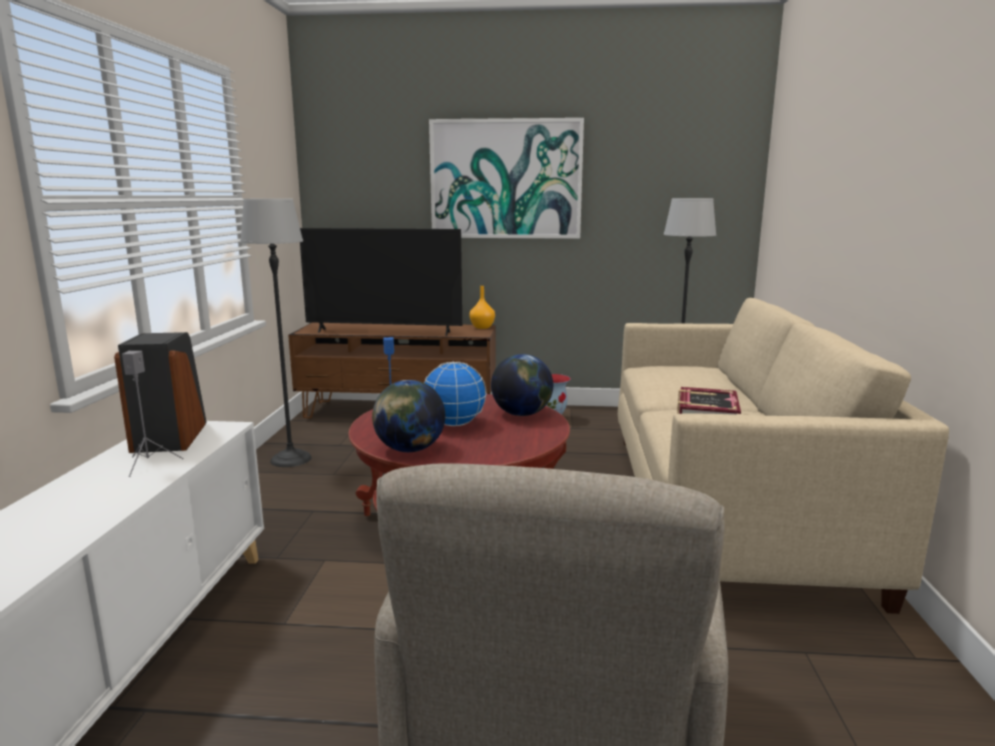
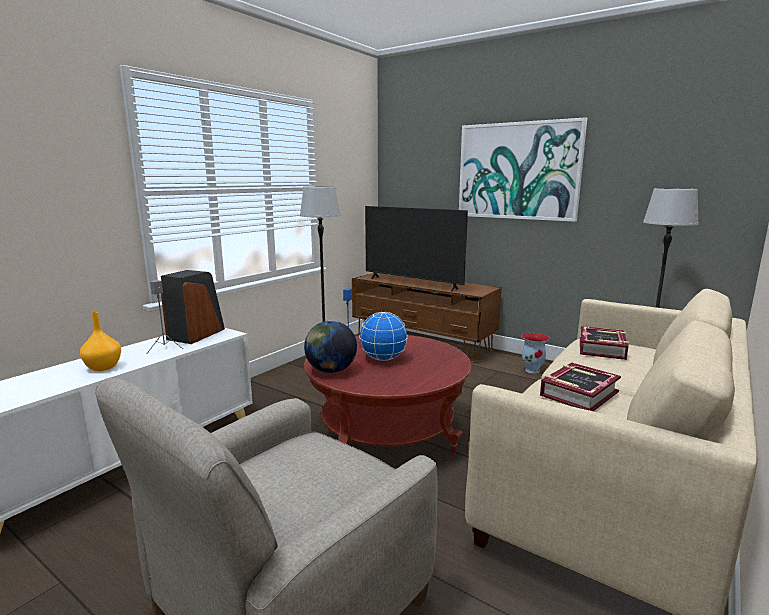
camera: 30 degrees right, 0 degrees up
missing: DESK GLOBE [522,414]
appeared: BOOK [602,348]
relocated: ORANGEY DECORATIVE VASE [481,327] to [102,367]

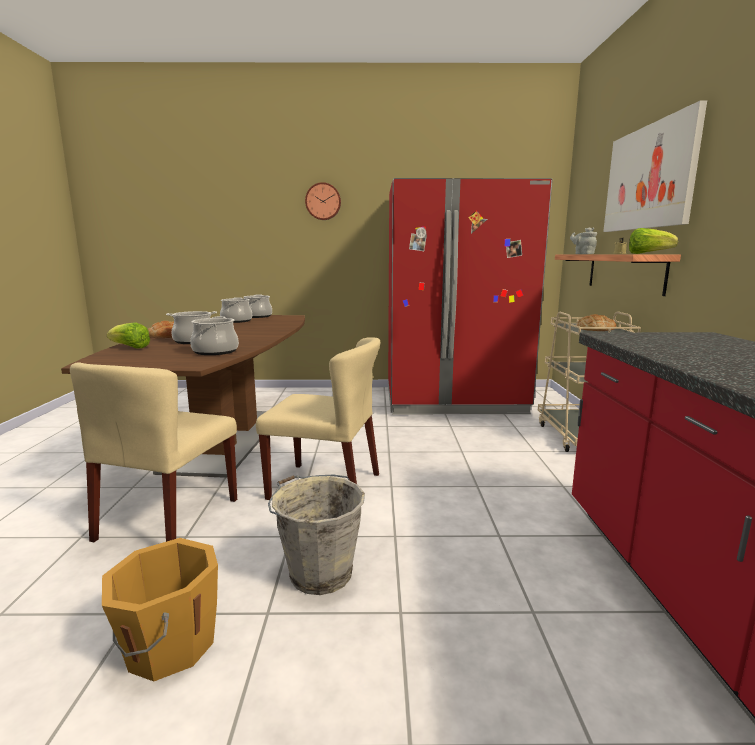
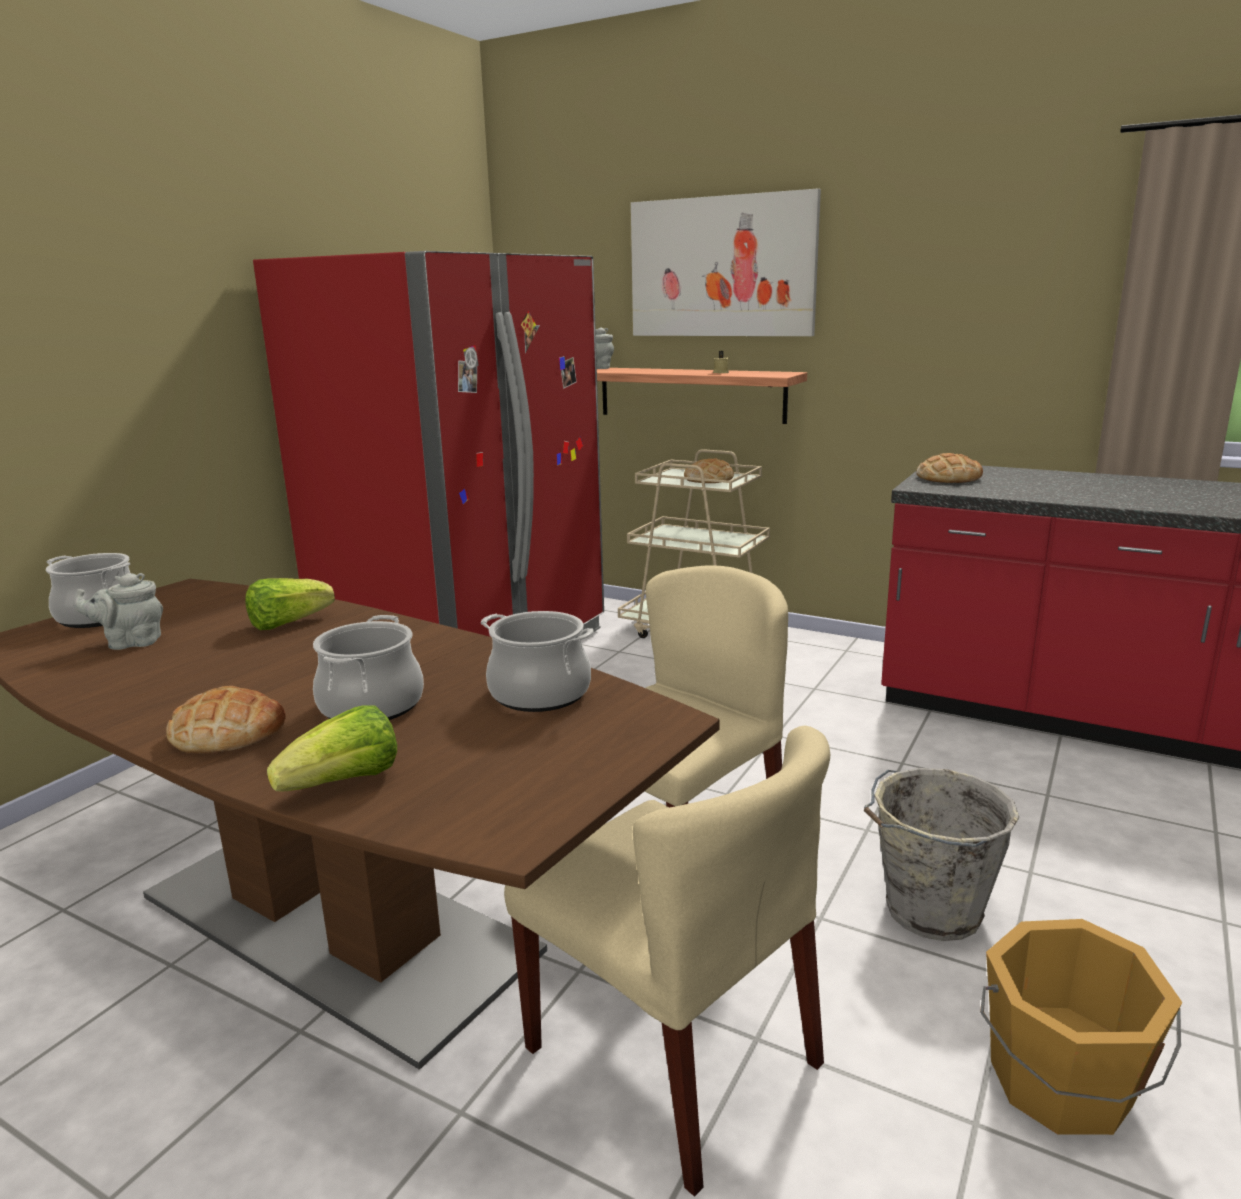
camera: 60 degrees left, 5 degrees up
missing: HANGING CLOCK [323,201]
appeared: BAKED BREAD [948,478]
relocated: LETTUCE [648,254] to [288,624]
exchanged: COOKING POT [236,321] to GREY TEAPOT [130,643]

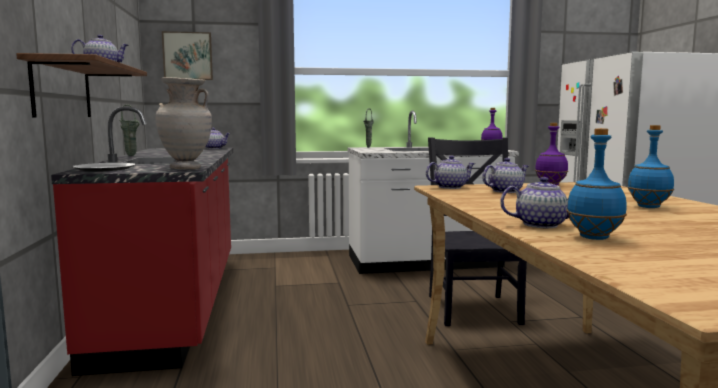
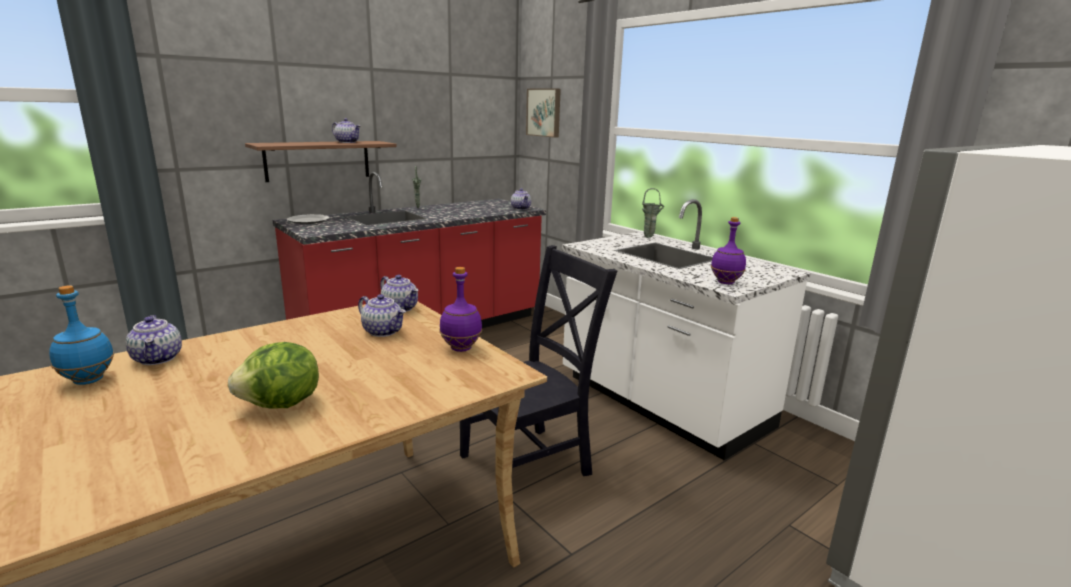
camera: 60 degrees right, 10 degrees up
missing: BEIGE-COLOURED DECORATIVE VASE [186,168]
exchanged: BLUISH DRINK BOTTLE [648,207] to LETTUCE [281,405]

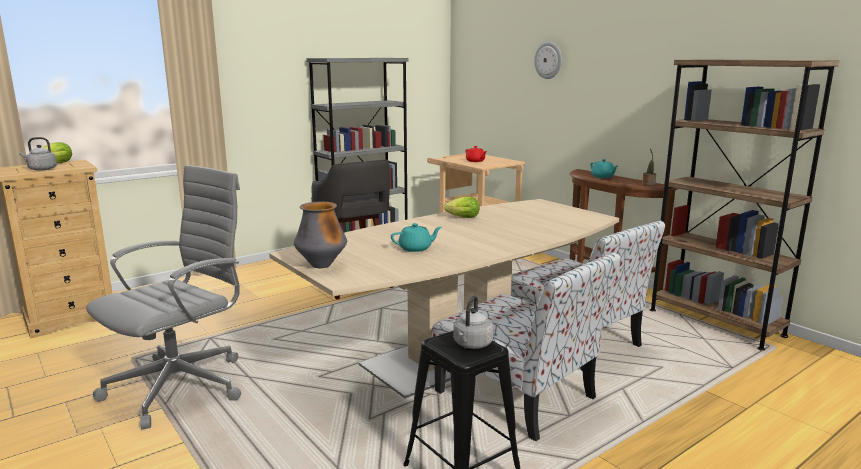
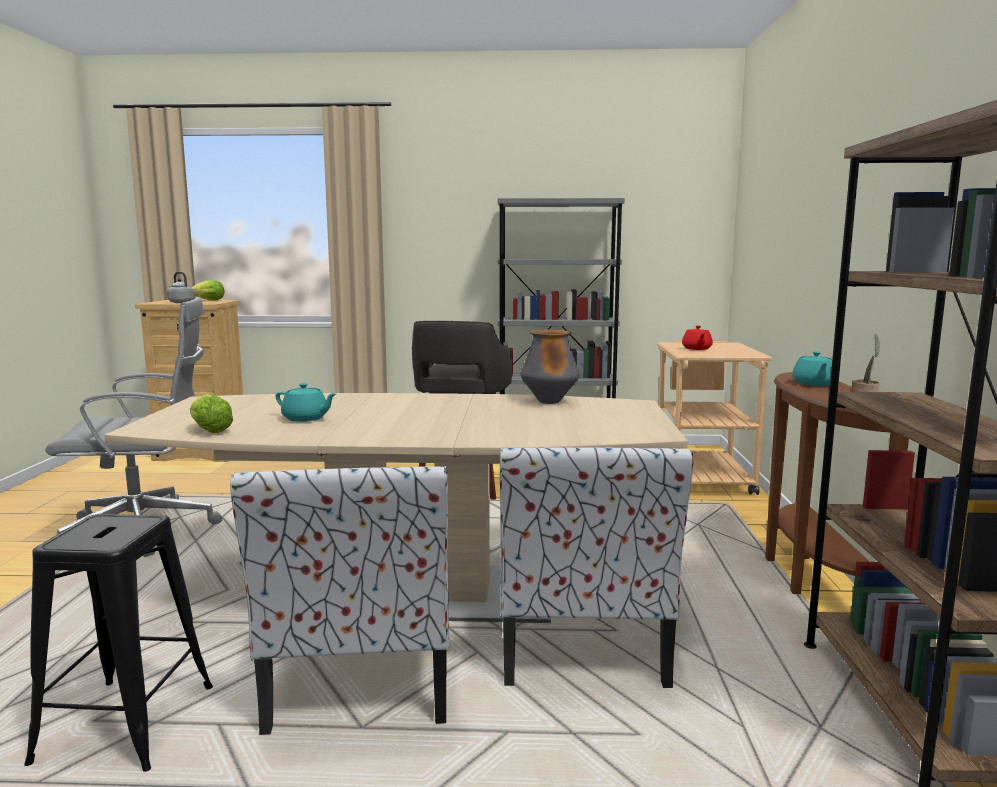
camera: 40 degrees right, 5 degrees down
missing: GREY TEA KETTLE [472,345]; HANGING CLOCK [548,60]
relocated: LETTUCE [461,218] to [209,430]; DECORATIVE VASE [321,265] to [549,402]

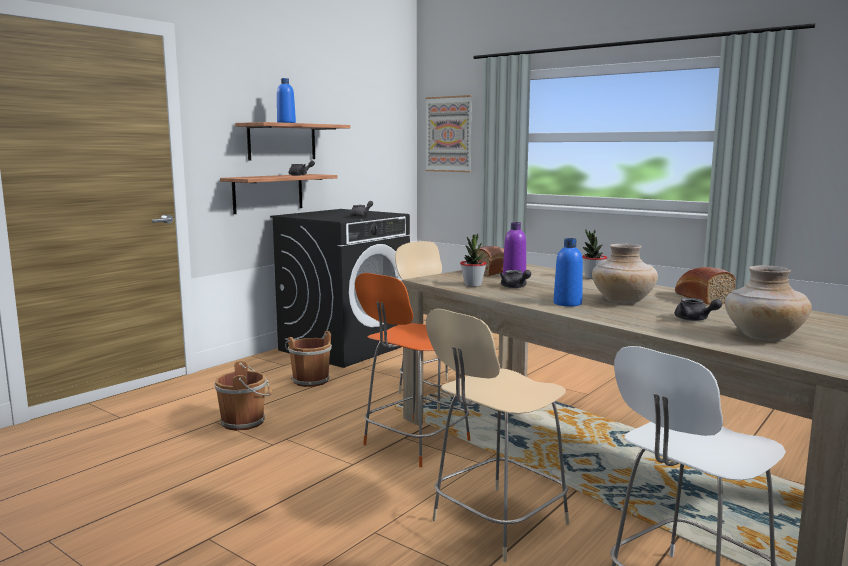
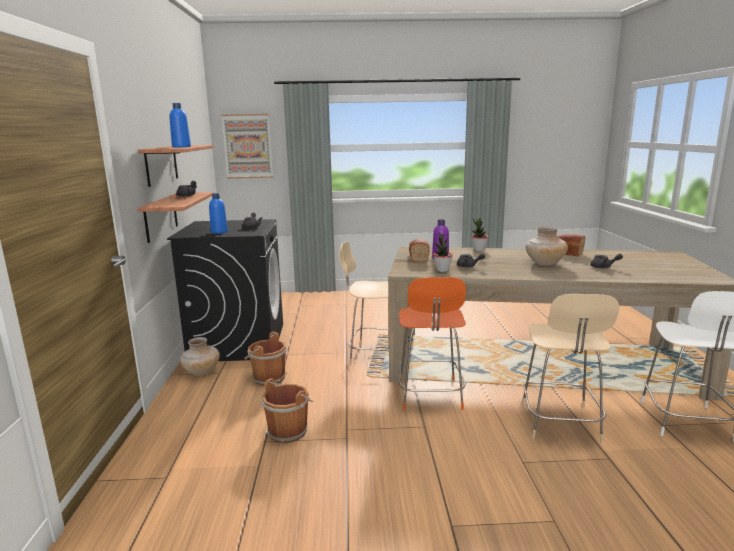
camera: 40 degrees left, 5 degrees up
relocated: BEIGE-COLOURED DECORATIVE VASE [763,337] to [201,372]; BLUISH DRINK BOTTLE [567,303] to [219,232]

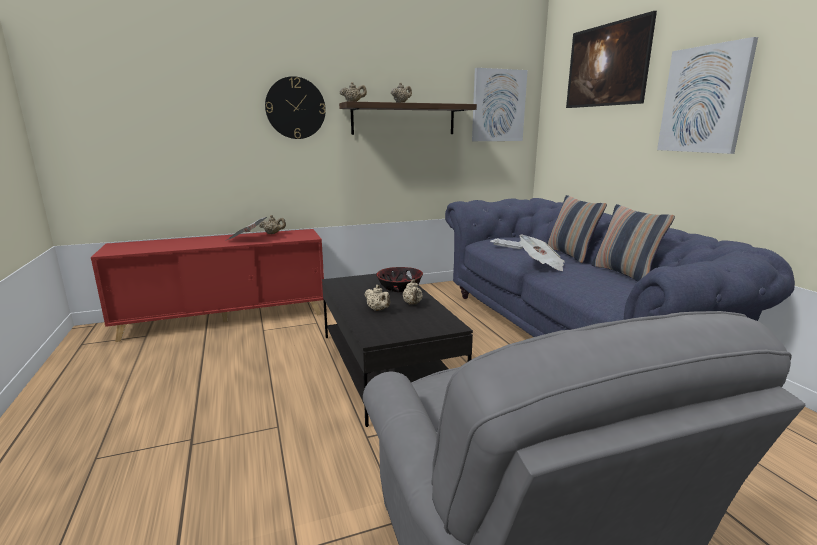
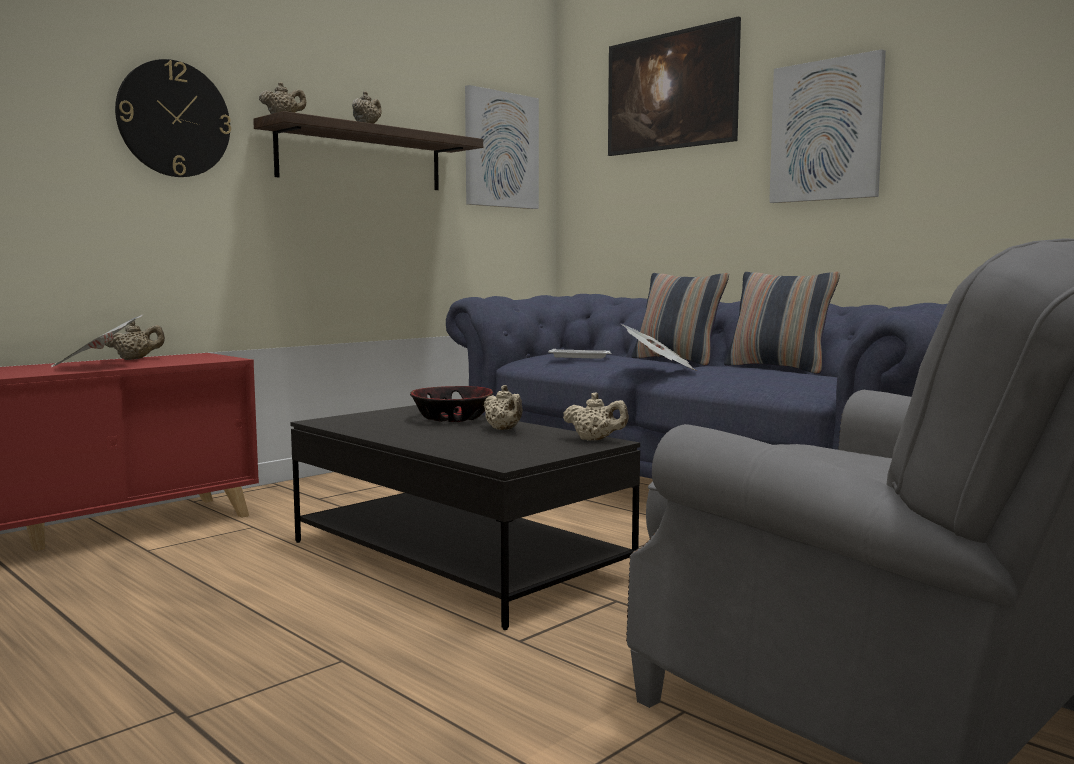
camera: 25 degrees left, 10 degrees down
relocated: BEIGE-COLOURED TEAPOT [378,310] to [595,440]

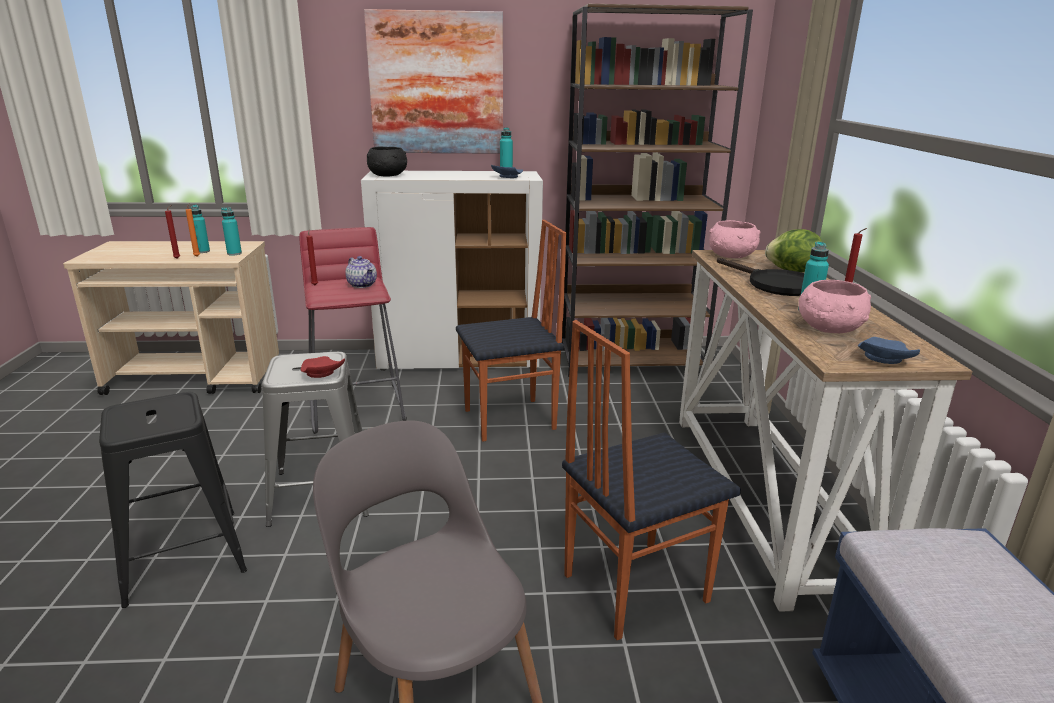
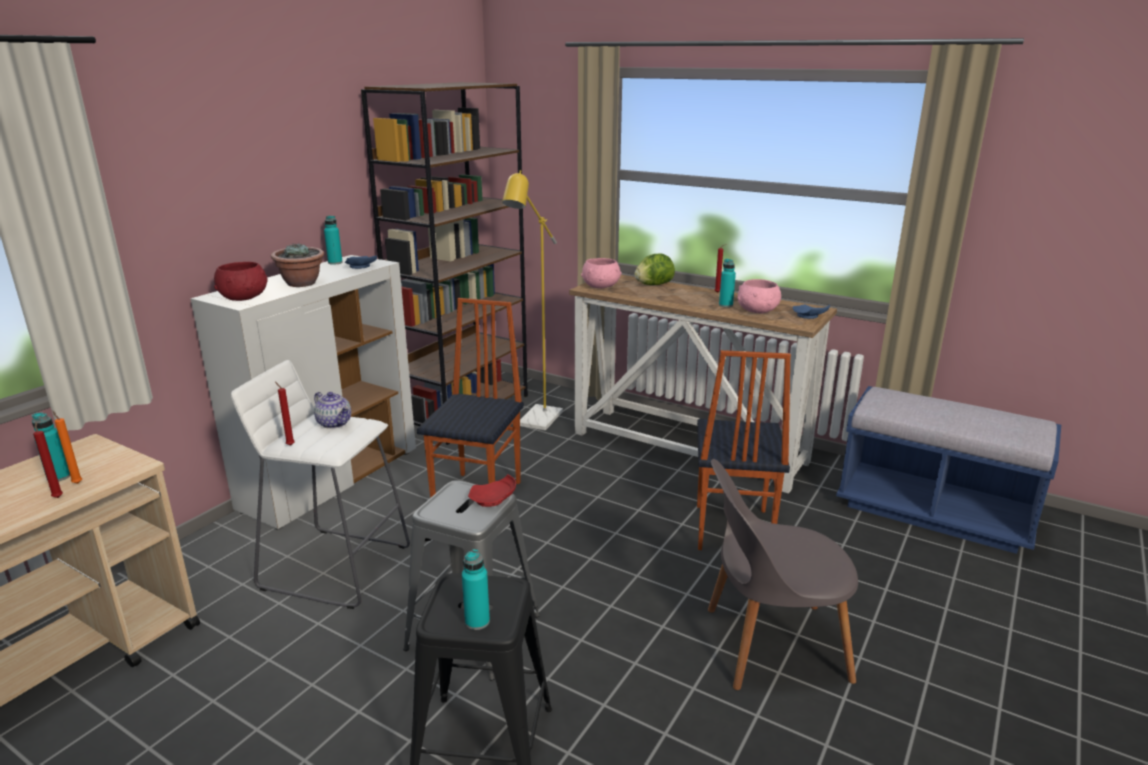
camera: 55 degrees left, 0 degrees up
missing: PICTURE [436,84]; BLACKISH FRYING PAN [774,284]
appeared: POTTED PLANT [302,283]; YELLOWISH STANDING LAMP [537,422]
relocated: TURQUOISE DRINK BOTTLE [234,253] to [477,621]
colour: BLACKISH SERVING BOWL [388,175] to REDDISH SERVING BOWL [244,297]; REDDISH STOOL SEAT [357,406] to WHITE-COLOURED STOOL SEAT [335,566]
spun: TEAPOT [362,285] = [335,423] 45 degrees clockwise

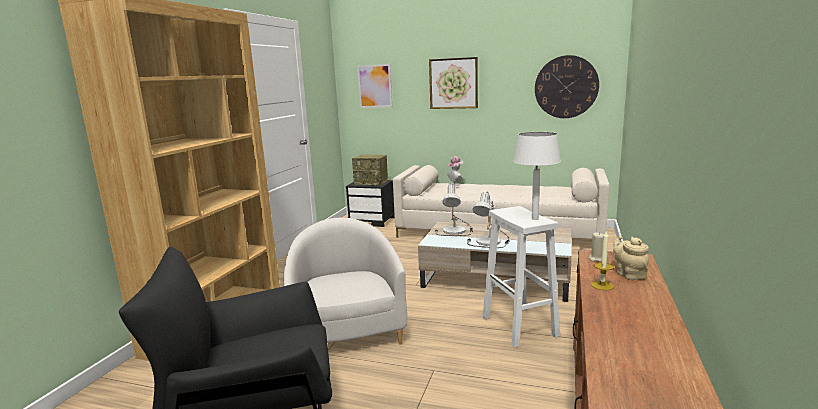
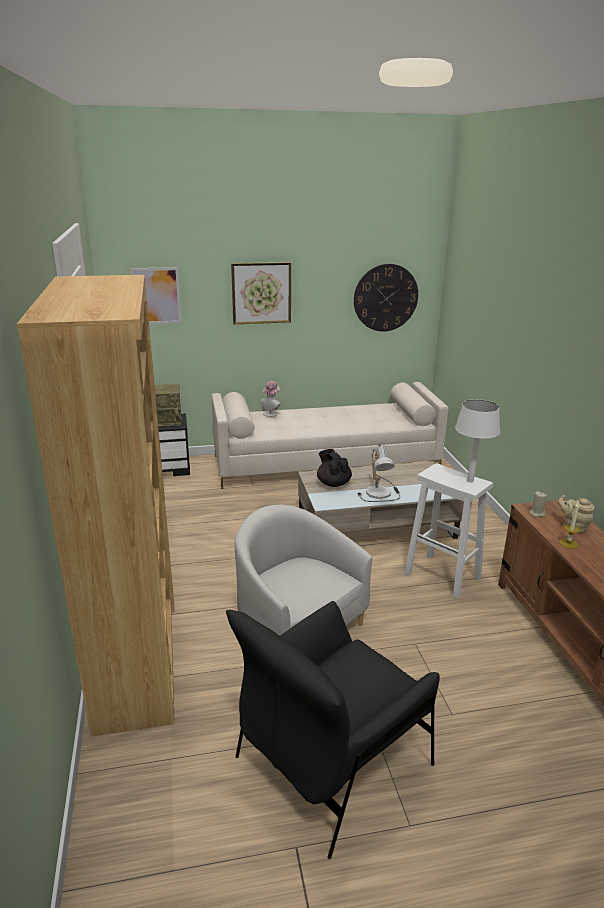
camera: 30 degrees left, 10 degrees up
exchanged: TABLETOP LAMP [456,231] to BLACKISH TEAPOT [333,483]

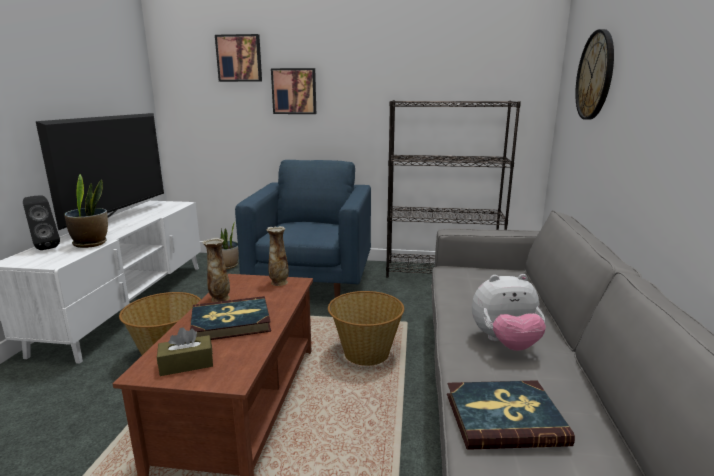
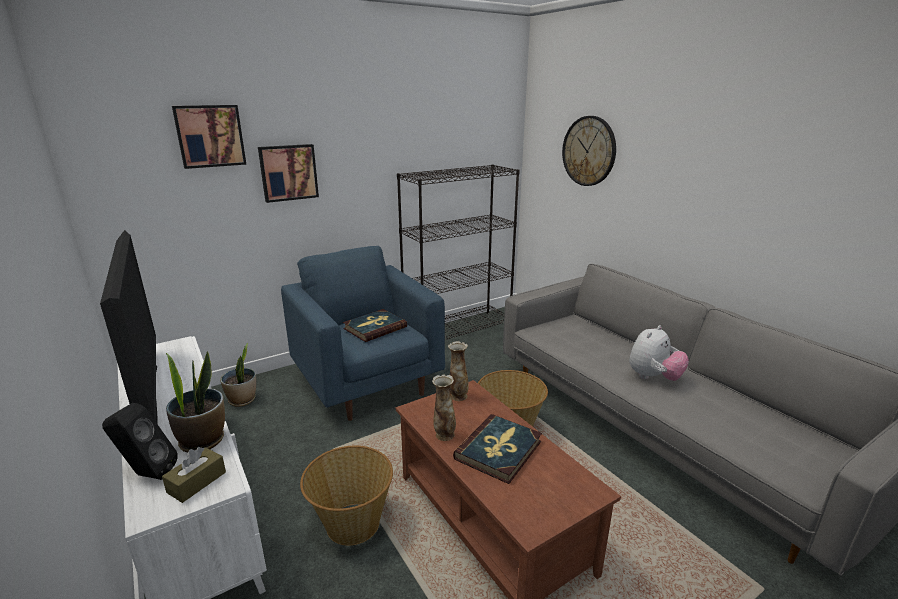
camera: 40 degrees left, 5 degrees up
relocated: BROWNISH TISSUE HOLDER [186,364] to [197,482]; BOOK [504,418] to [375,328]

